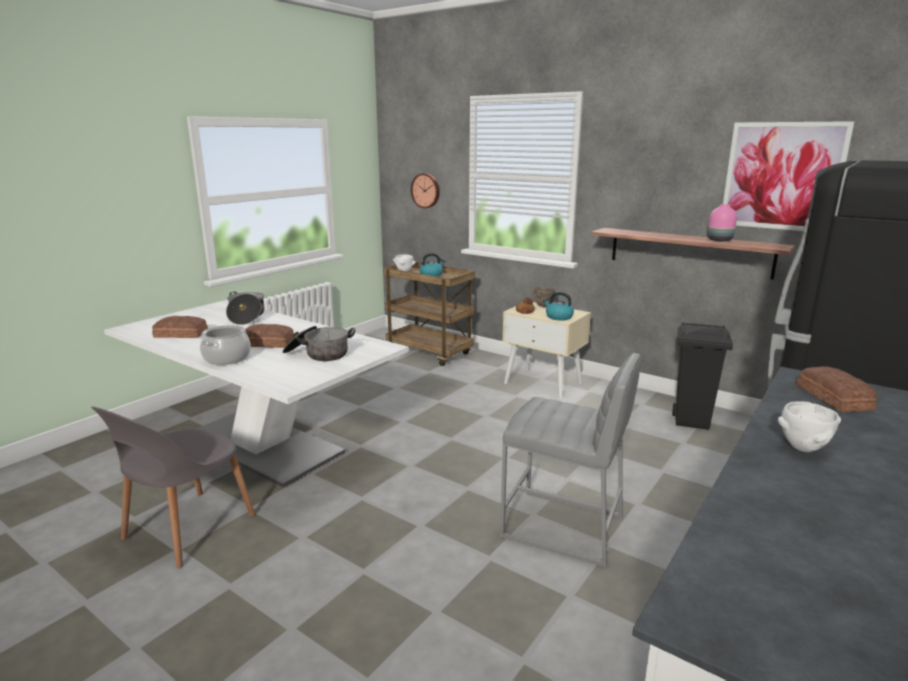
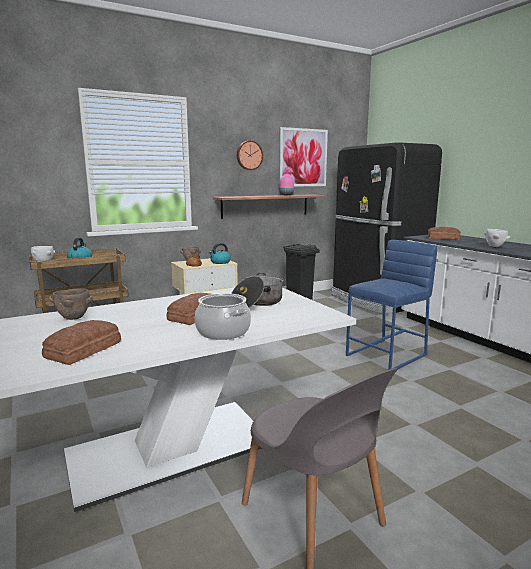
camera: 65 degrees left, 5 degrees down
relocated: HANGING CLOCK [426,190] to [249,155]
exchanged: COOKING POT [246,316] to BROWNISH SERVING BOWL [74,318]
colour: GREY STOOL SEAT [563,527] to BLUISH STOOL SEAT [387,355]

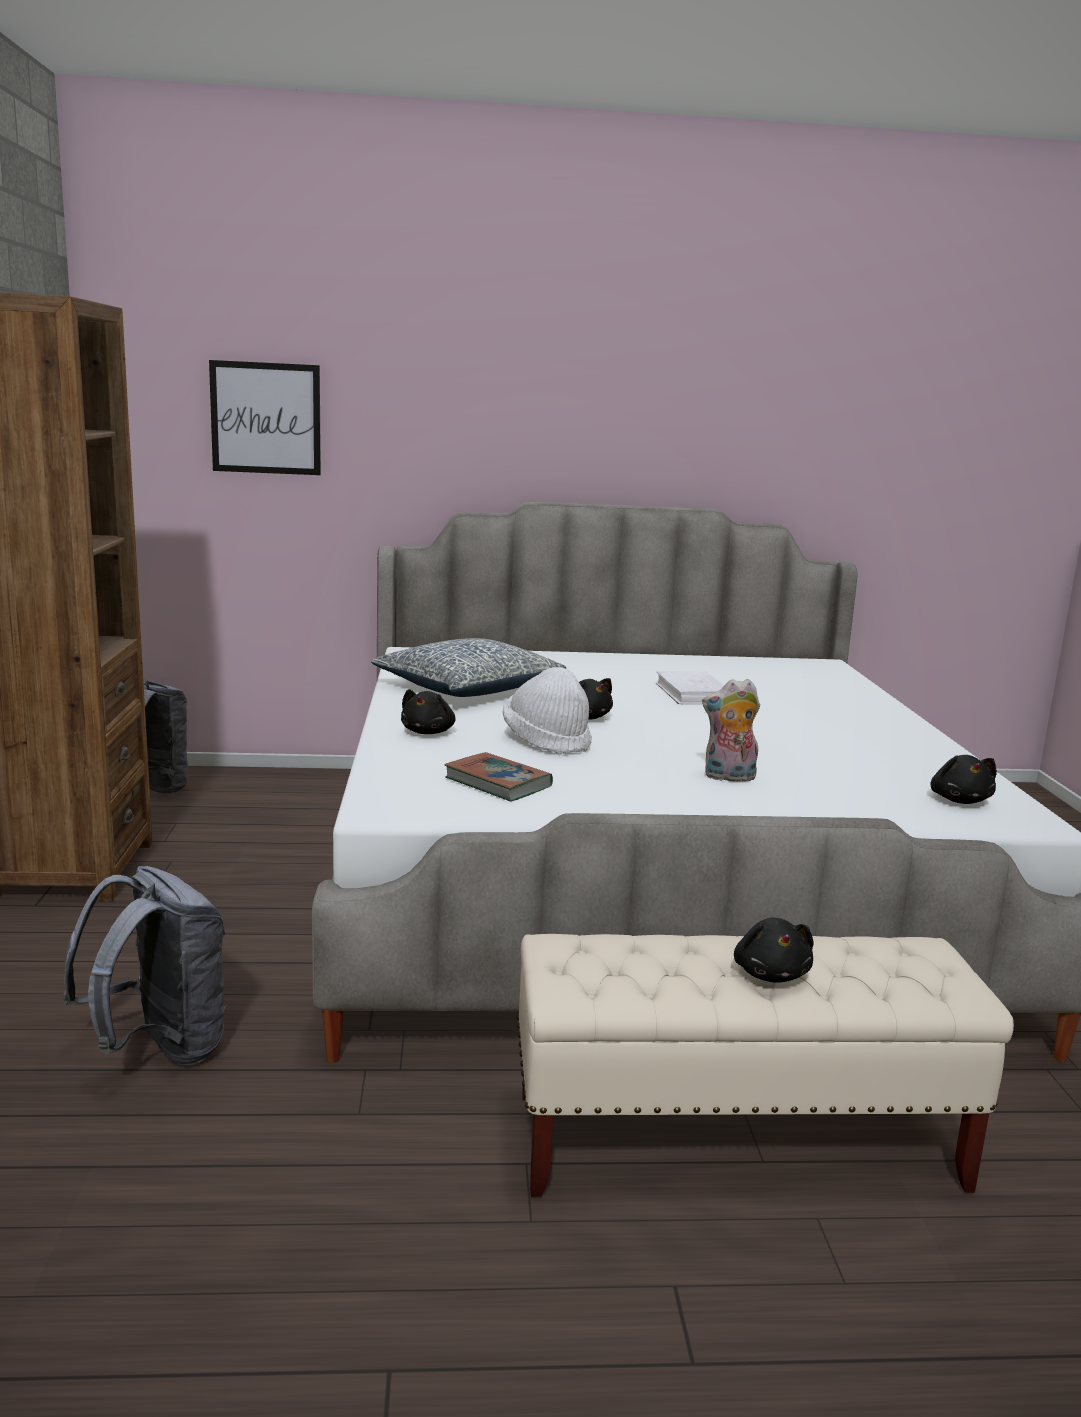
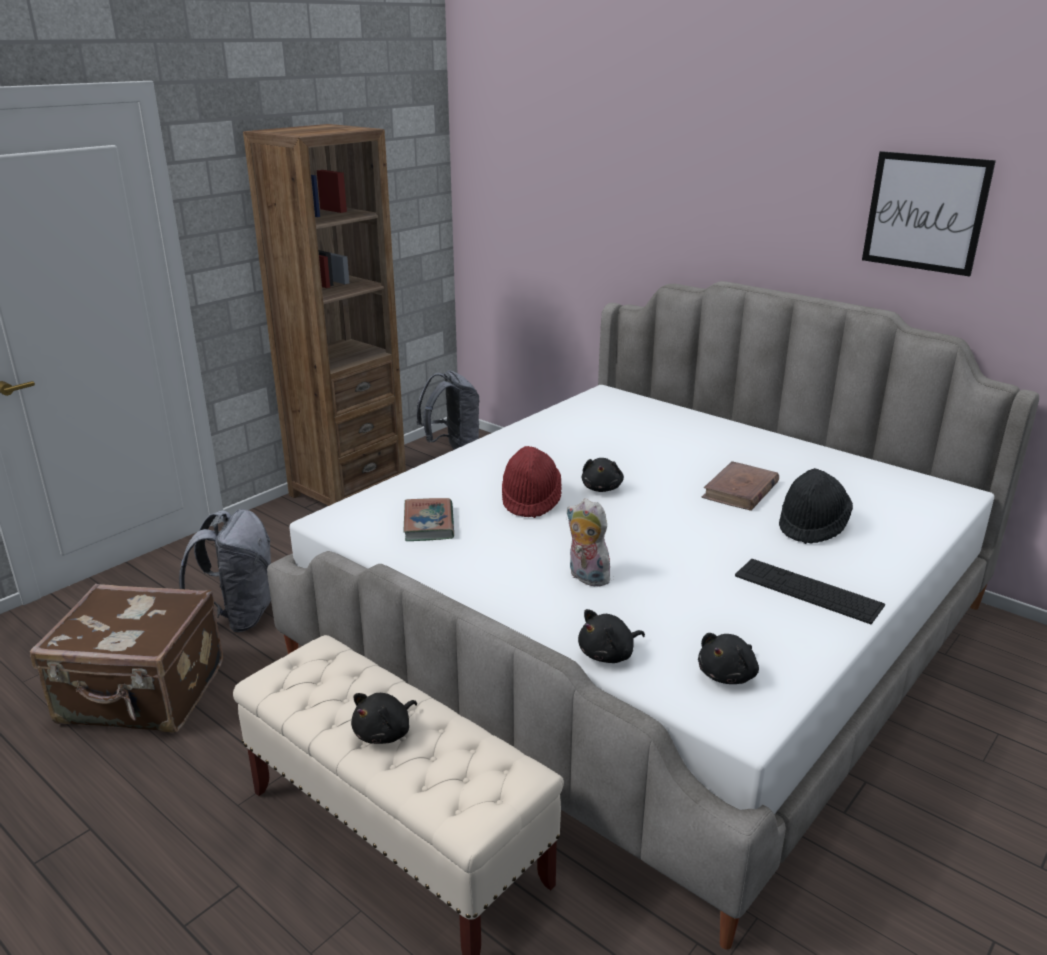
camera: 45 degrees right, 10 degrees up
missing: THROW PILLOW [468,688]
appeared: BROWNISH SUITCASE [142,695]; PC KEYBOARD [807,590]; BLACKISH HAT [812,526]
relocated: BLACKISH PLUSH TOY [428,732] to [609,654]; PICTURE [266,418] to [925,213]
colour: WHITE-COLOURED HAT [547,740] to REDDISH HAT [531,500]; WHITE-COLOURED BOOK [693,693] to BROWNISH BOOK [740,490]

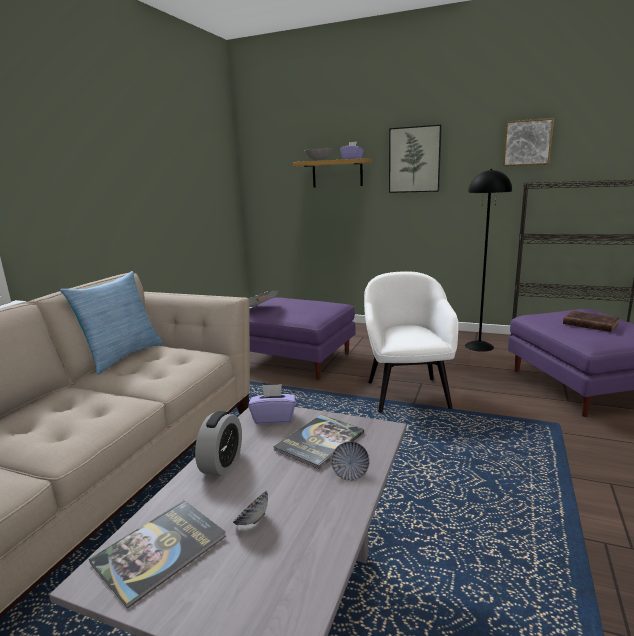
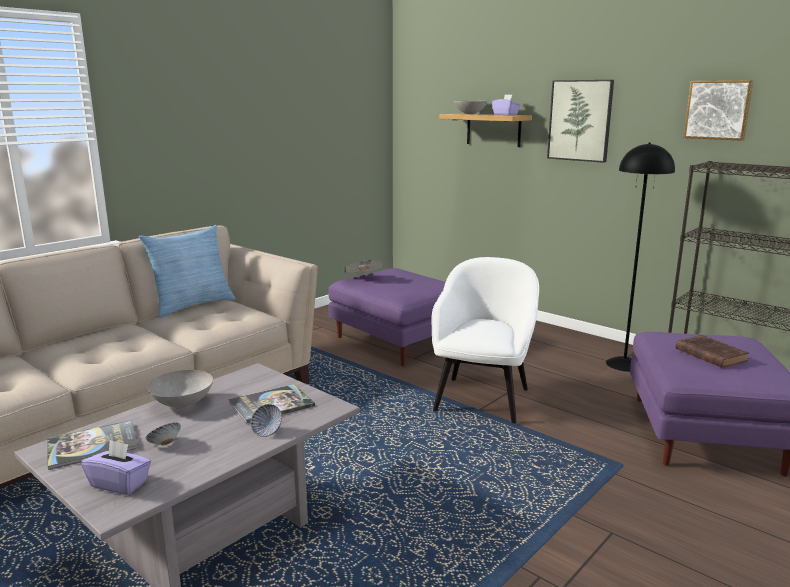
camera: 20 degrees right, 0 degrees up
relocated: PURPLE-COLOURED TISSUE HOLDER [273,418] to [120,483]
exchanged: BEDSIDE CLOCK [222,463] to GREY SERVING BOWL [183,403]

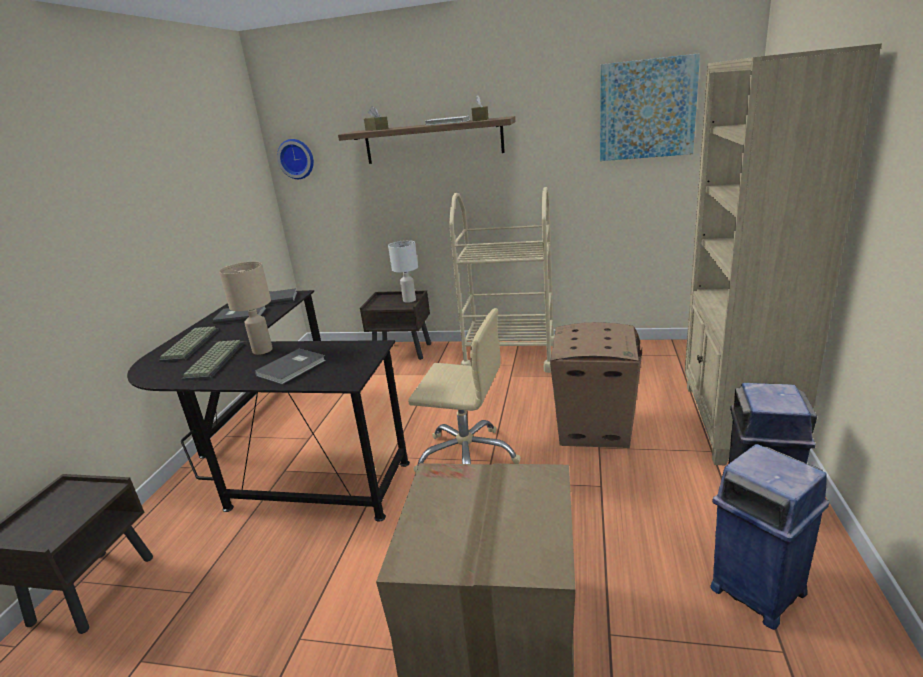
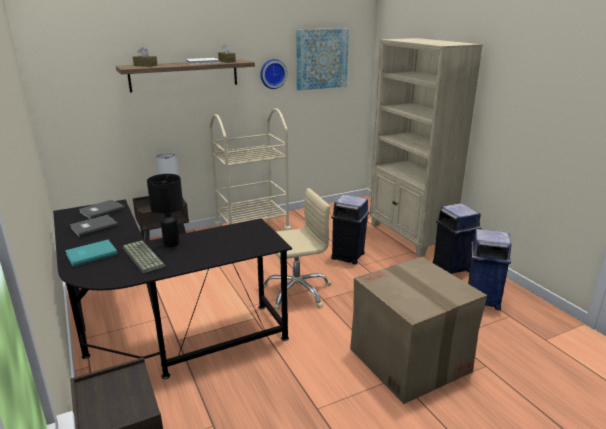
camera: 40 degrees left, 0 degrees up
missing: GREY BOOK [293,368]
relocated: HANGING CLOCK [297,158] to [272,73]
exchanged: PC KEYBOARD [190,344] to TURQUOISE BOOK [90,254]; CARTON [594,428] to BLUISH WASTE BIN [348,256]
colour: BEIGE-COLOURED TABLETOP LAMP [262,350] to BLACKISH TABLETOP LAMP [171,243]

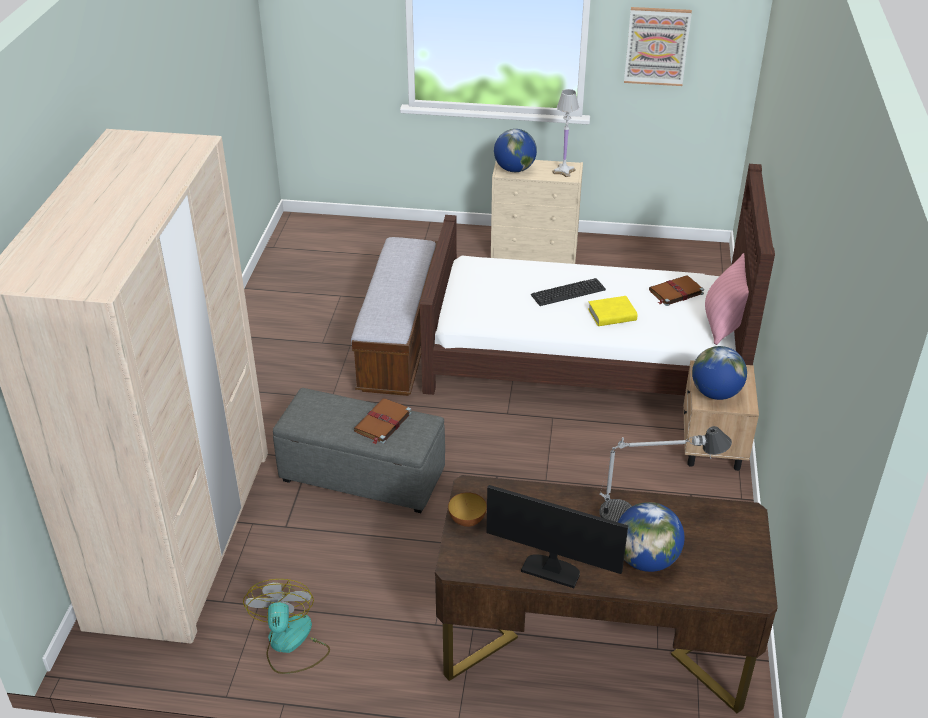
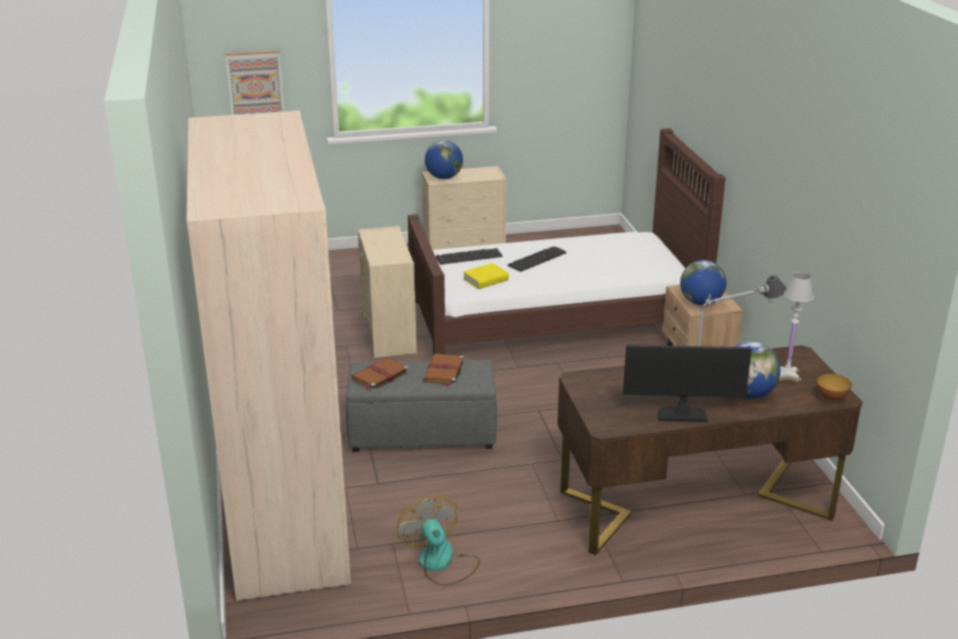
camera: 20 degrees left, 10 degrees down
missing: PINK-COLOURED THROW PILLOW [724,325]
appeared: PC KEYBOARD [469,257]
relocated: PICTURE [657,46] to [255,86]; BROWNISH BOOK [675,292] to [379,376]; YELLOWISH BOOK [612,315] to [485,280]; WHITE-COLOURED TABLETOP LAMP [563,171] to [787,375]; SERVING BOWL [467,521] to [831,398]
exchanged: INDOOR BENCH [399,341] to BEIGE-COLOURED CHEST OF DRAWERS [389,335]

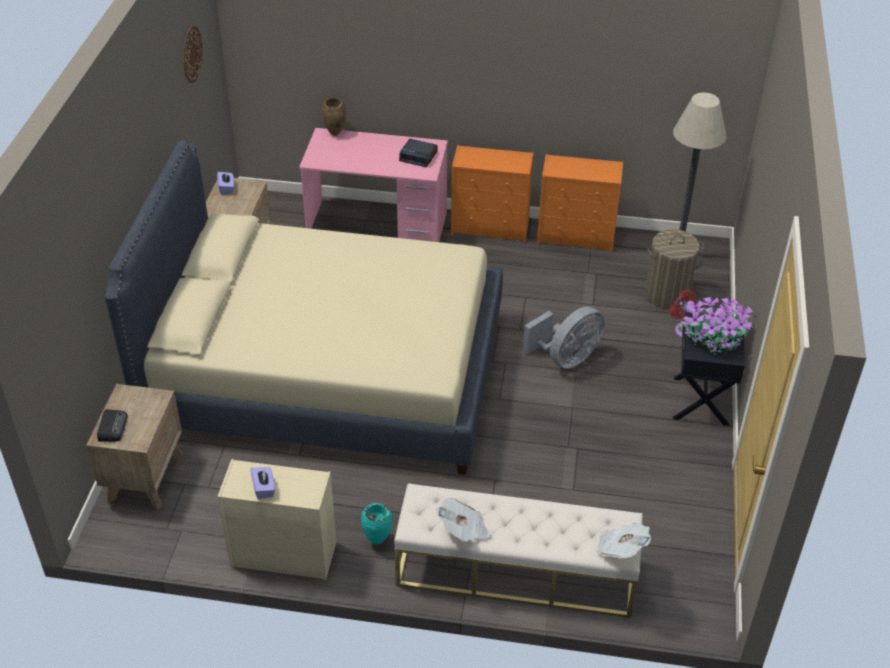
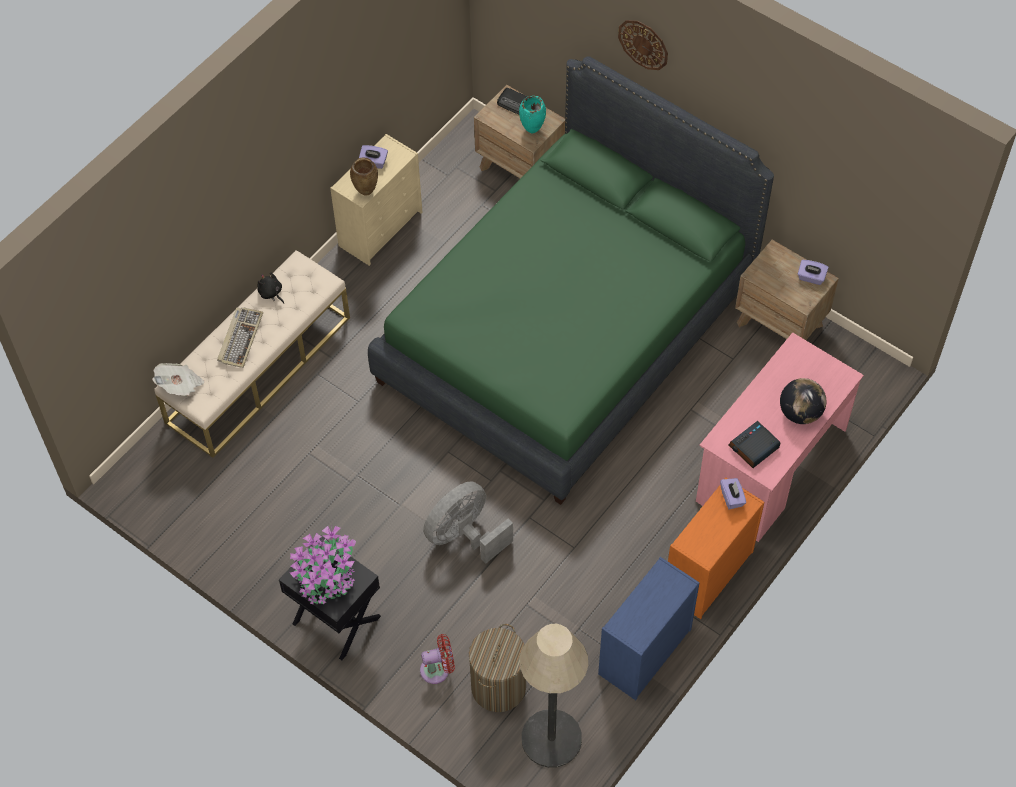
camera: 120 degrees right, 15 degrees up
appeared: PC KEYBOARD [240,338]; PURPLE-COLOURED TISSUE HOLDER [732,498]; DESK GLOBE [800,413]
relocated: BROWNISH DECORATIVE VASE [335,134] to [365,193]; TURQUOISE DECORATIVE VASE [378,540] to [532,131]; HANGING CLOCK [191,54] to [643,44]
exchanged: NEWSPAPER [463,530] to BLACKISH PLUSH TOY [271,293]
colour: BEIGE-COLOURED SLEEPING BED [326,372] to GREEN-COLOURED SLEEPING BED [567,332]; ORANGEY CHEST OF DRAWERS [577,237] to BLUISH CHEST OF DRAWERS [644,653]
spun: GREY FAN [566,358] = [464,535] 60 degrees clockwise

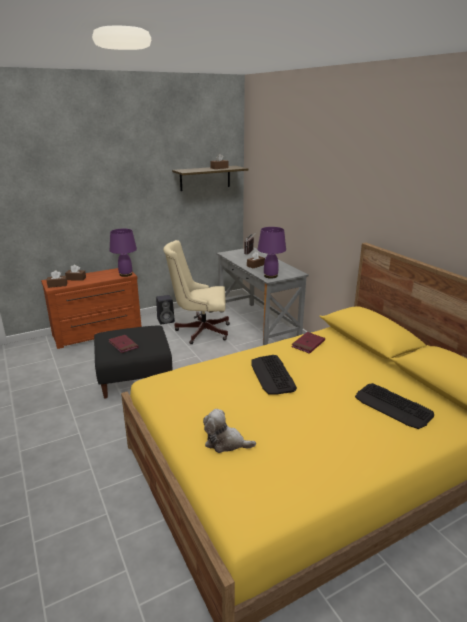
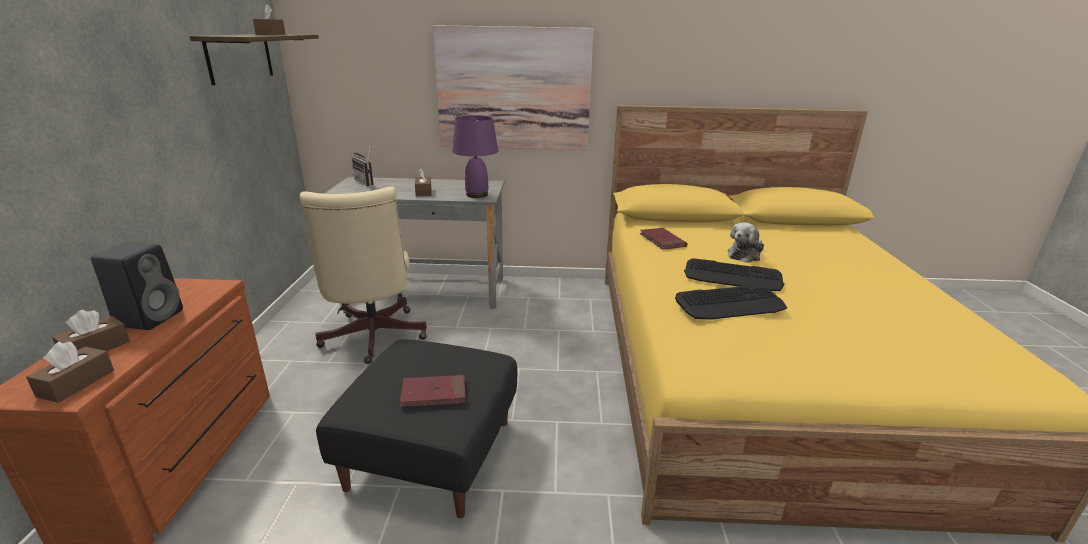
camera: 60 degrees left, 0 degrees up
missing: PURPLE-COLOURED TABLETOP LAMP [125,274]
appeared: PICTURE [513,89]
relocated: BLACKISH SPEAKER [166,320] to [151,317]; PC KEYBOARD [393,406] to [730,304]; PLUSH TOY [225,443] to [745,255]
spun: BEIGE-COLOURED DESK CHAIR [199,331] = [372,339] 45 degrees counterclockwise

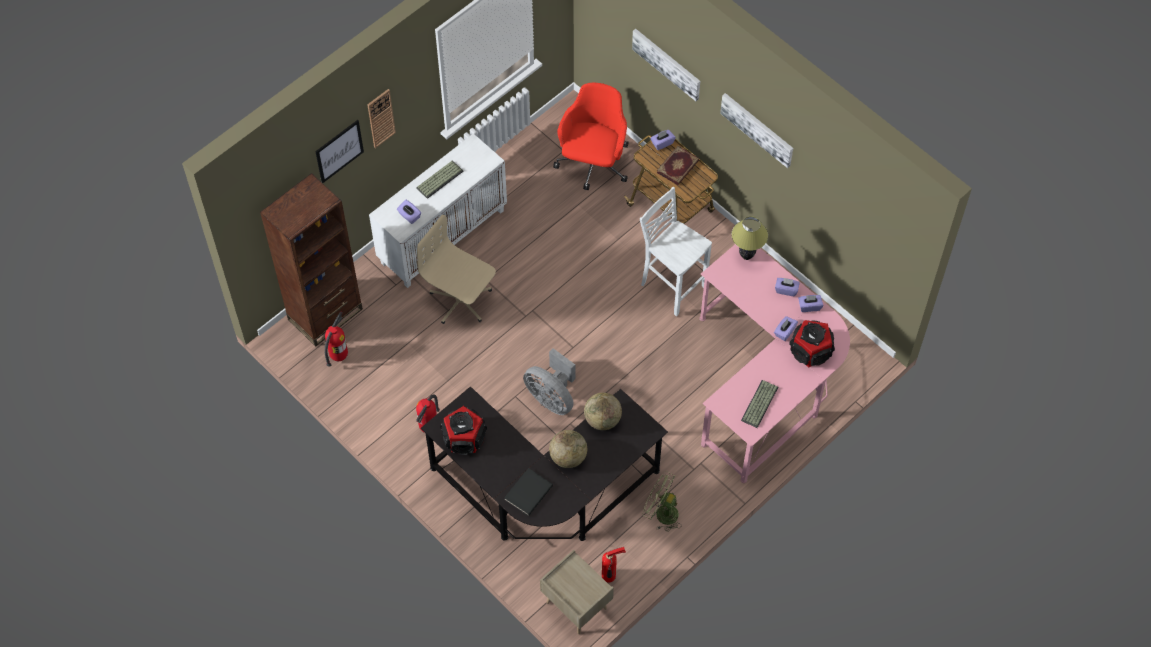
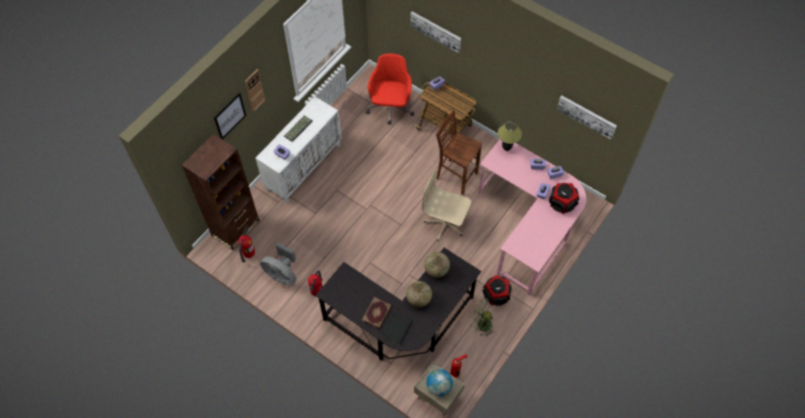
camera: 10 degrees left, 0 degrees up
missing: PC KEYBOARD [760,404]
appeared: DESK GLOBE [439,386]
relocated: GREY FAN [552,397] to [282,274]; BOOK [678,167] to [377,313]; BEIGE-COLOURED DESK CHAIR [461,300] to [445,223]; SPEAKER [464,438] to [496,295]; PICTURE [757,129] to [586,116]
colour: WHITE-COLOURED STOOL SEAT [671,285] to BROWNISH STOOL SEAT [455,175]

